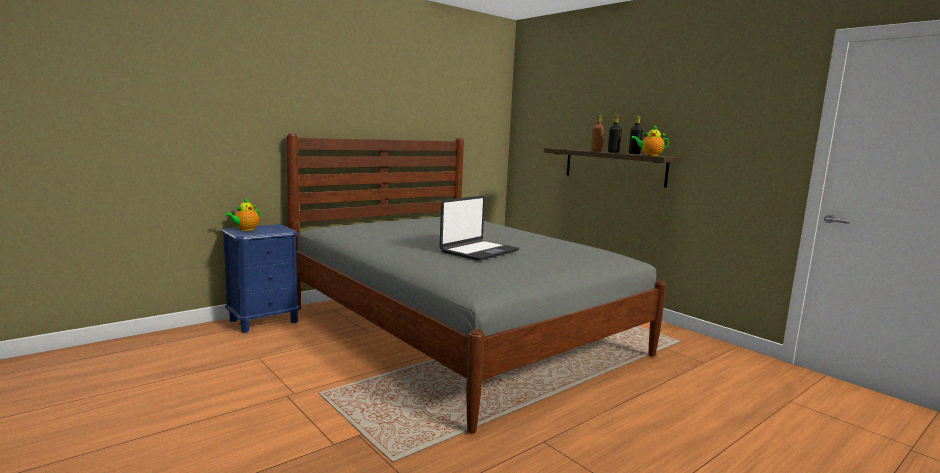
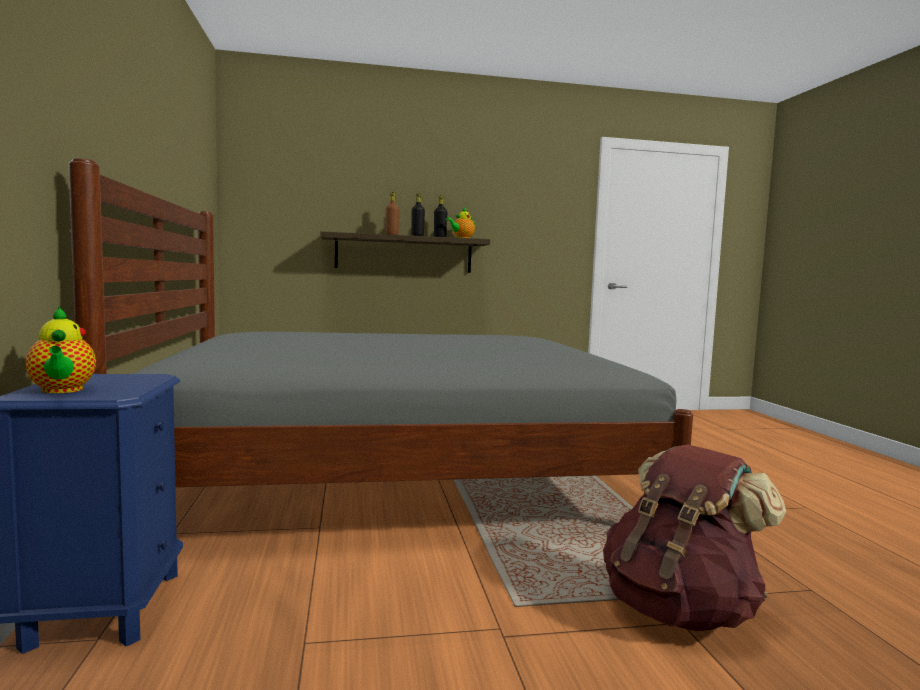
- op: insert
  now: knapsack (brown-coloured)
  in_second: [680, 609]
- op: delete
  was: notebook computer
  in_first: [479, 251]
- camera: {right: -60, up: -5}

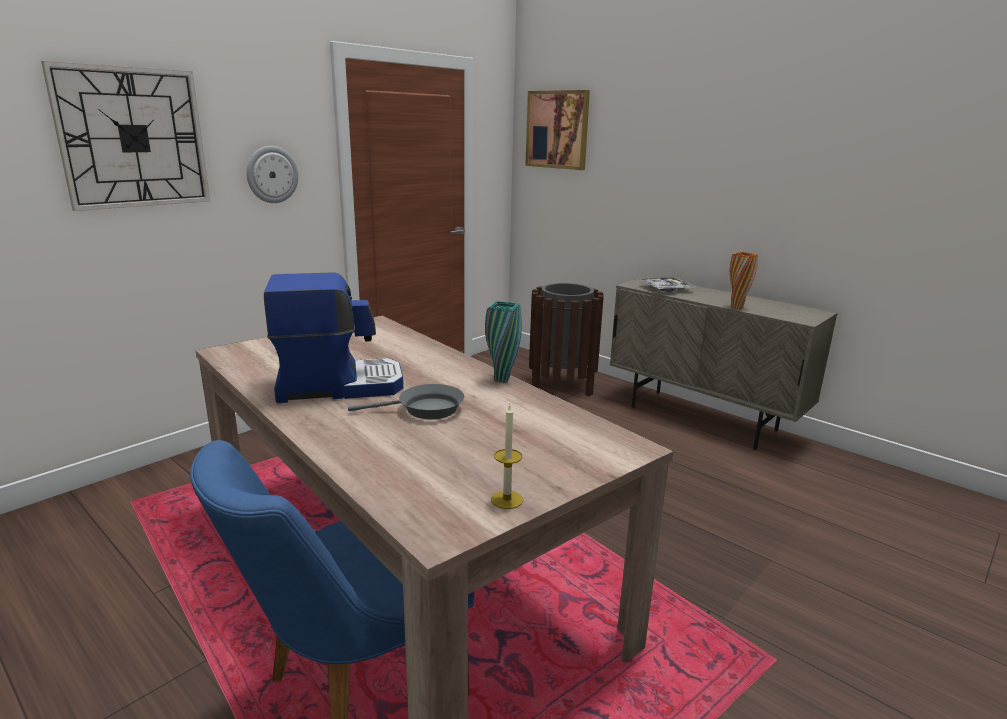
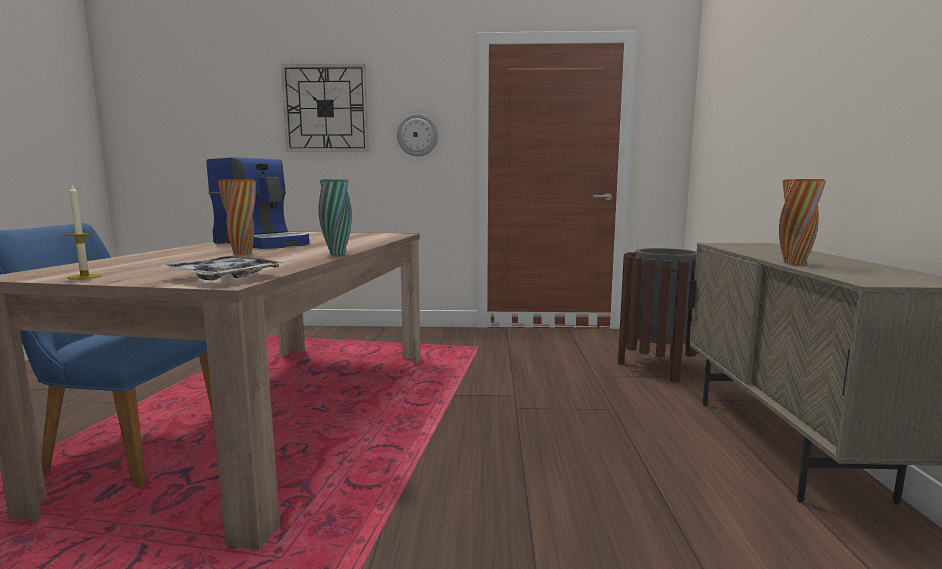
- op: move
  was: carrying tray
  in_first: [666, 289]
  in_second: [224, 277]
- op: replace
  was: skillet (greyish)
  now: vase (orangey)
  in_first: [425, 409]
  in_second: [242, 253]
- op: delete
  was: picture
  in_first: [557, 130]
- camera: {right: 50, up: -10}

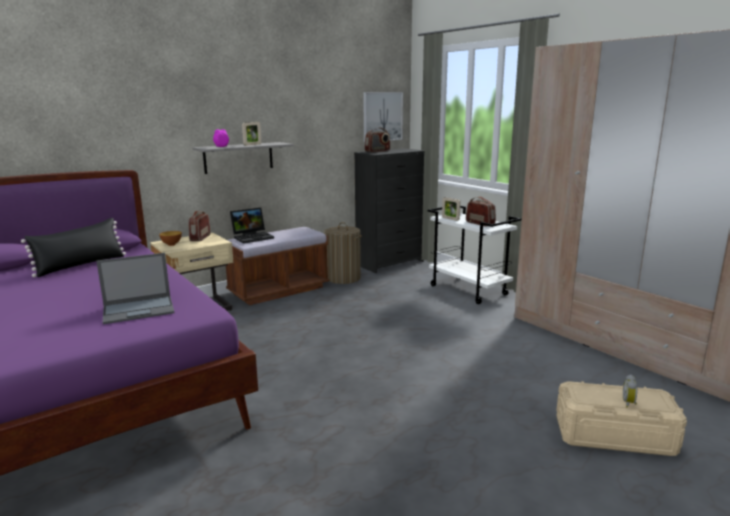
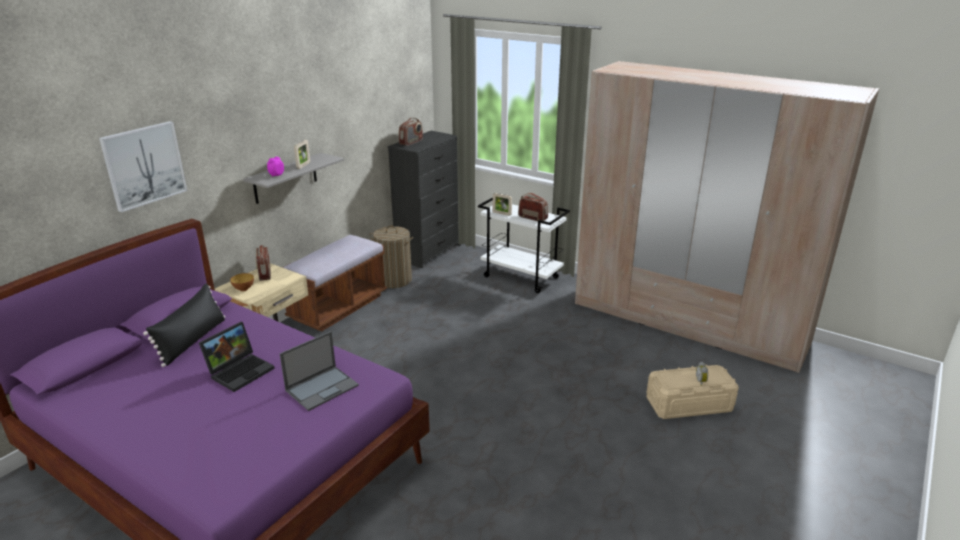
- op: move
  was: picture
  in_first: [382, 116]
  in_second: [144, 165]
- op: move
  was: notebook computer
  in_first: [253, 237]
  in_second: [240, 370]
- camera: {right: -20, up: 10}

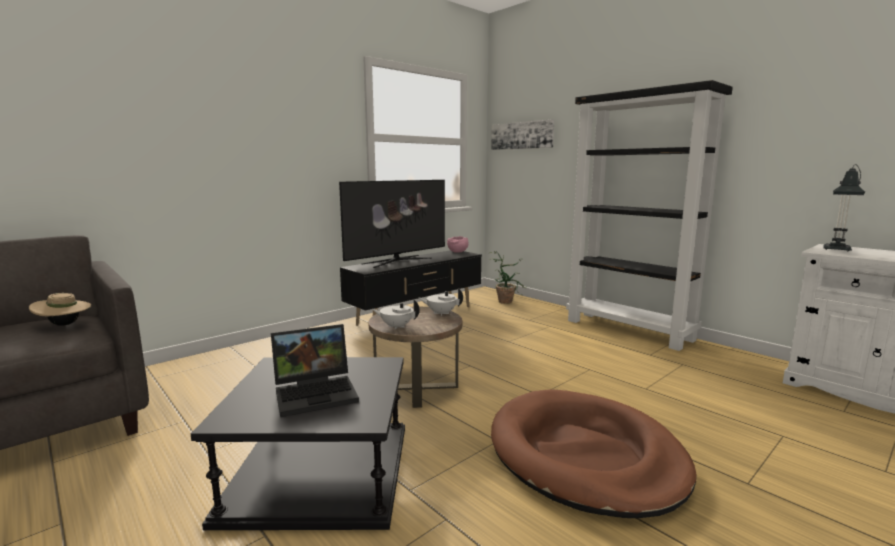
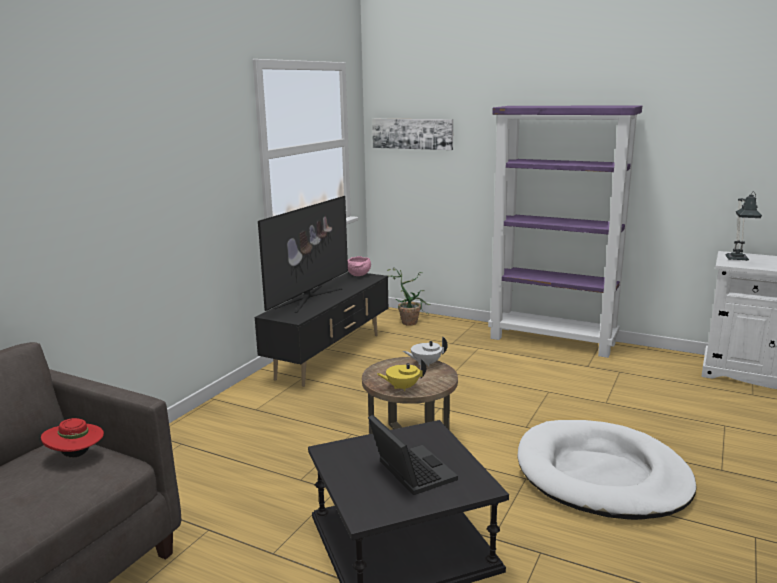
- op: recolor
  was: clothing hat (beige)
  now: clothing hat (red)
  in_first: [64, 325]
  in_second: [76, 455]
- op: rotate
  was: notebook computer
  in_first: [317, 392]
  in_second: [409, 471]
  clockwise: -75
- op: recolor
  was: teapot (white)
  now: teapot (yellow-coloured)
  in_first: [396, 326]
  in_second: [402, 387]
- op: recolor
  was: shelving unit (black-coloured)
  now: shelving unit (purple)
  in_first: [629, 330]
  in_second: [553, 341]
- op: recolor
  was: dog cushion (brown-coloured)
  now: dog cushion (white)
  in_first: [585, 455]
  in_second: [601, 475]
- camera: {right: -20, up: 5}

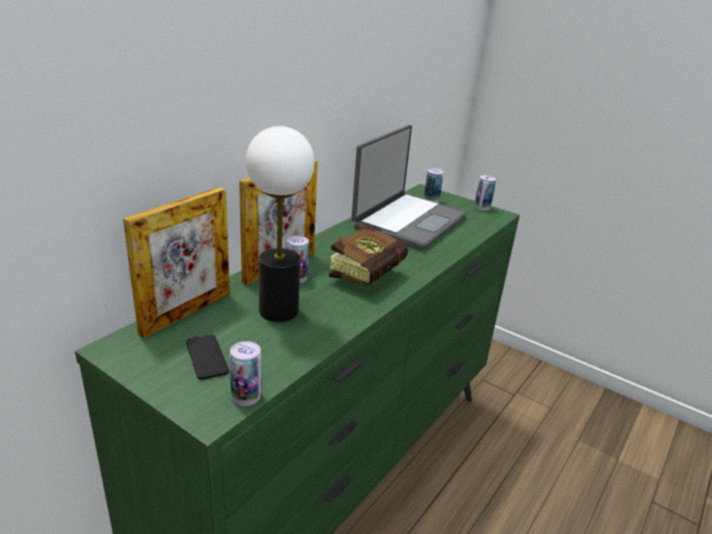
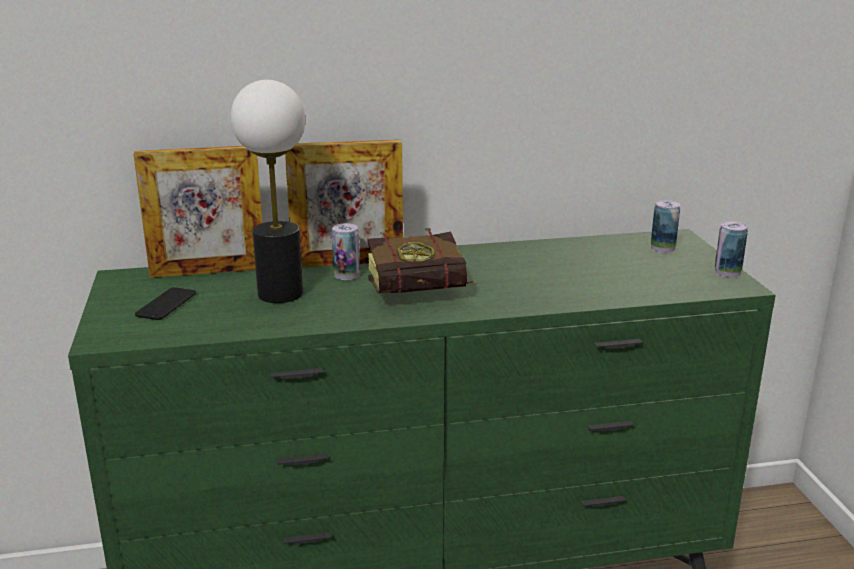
- op: delete
  was: metal can
  in_first: [246, 396]
- op: delete
  was: notebook computer
  in_first: [408, 221]
- camera: {right: 45, up: -5}

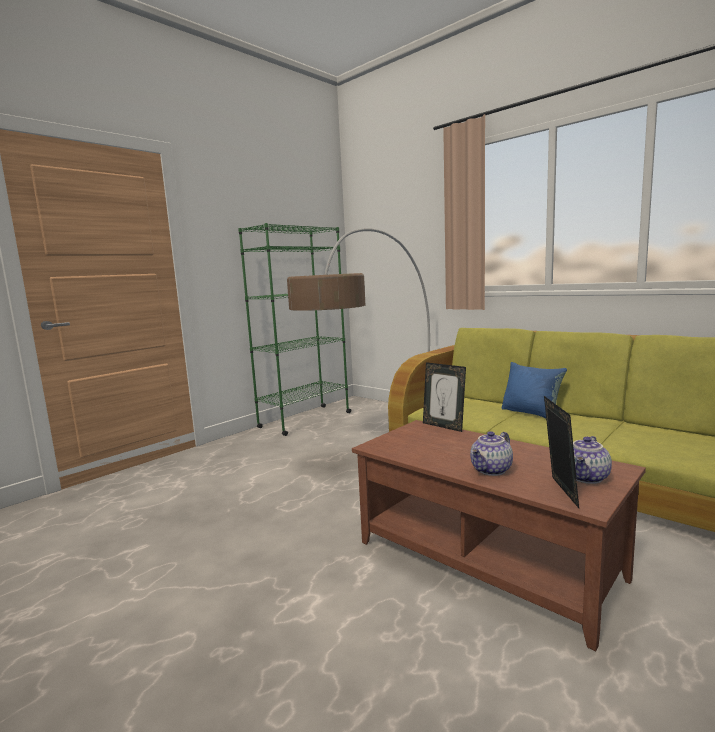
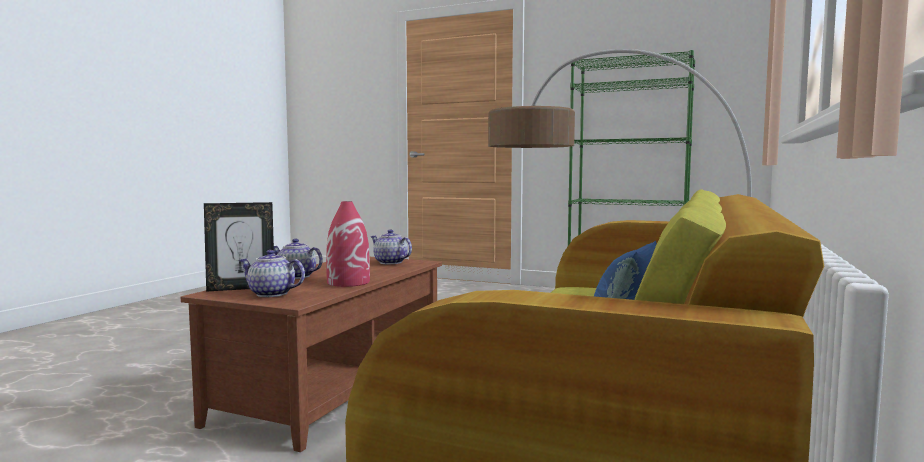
- op: insert
  now: vase (red)
  in_second: [348, 282]
- op: insert
  now: teapot
  in_second: [389, 262]
- op: delete
  was: photo frame
  in_first: [443, 426]
- camera: {right: 70, up: -5}

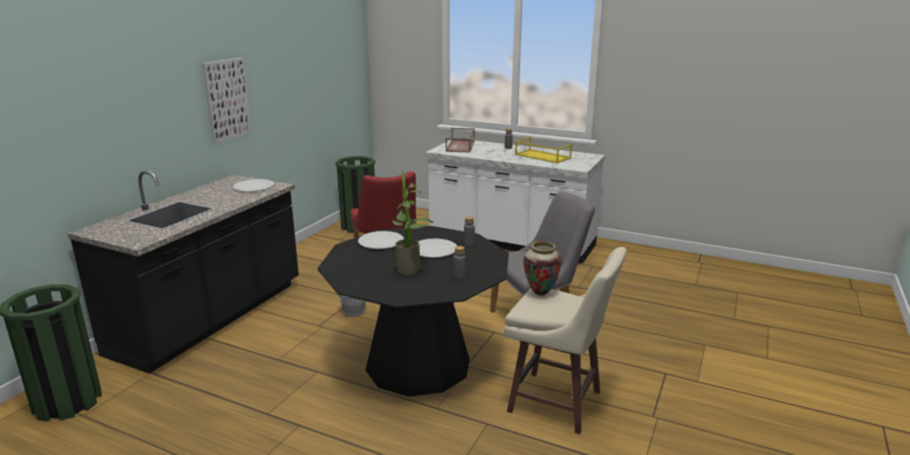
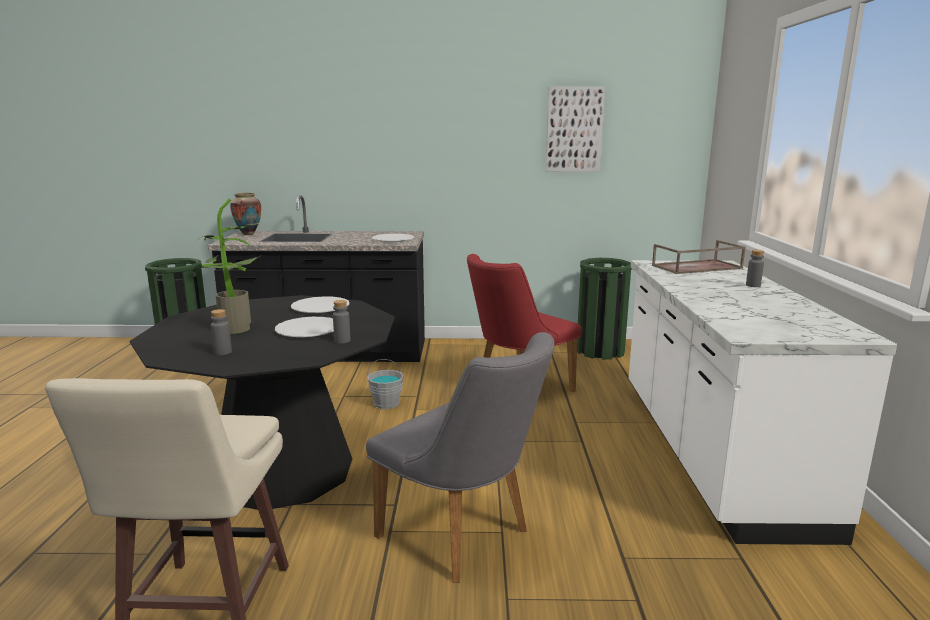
- op: move
  was: vase
  in_first: [540, 293]
  in_second: [248, 234]
- op: move
  was: picture
  in_first: [227, 99]
  in_second: [574, 129]
- op: delete
  was: carrying tray (yellow-coloured)
  in_first: [542, 156]
- camera: {right: 65, up: -5}

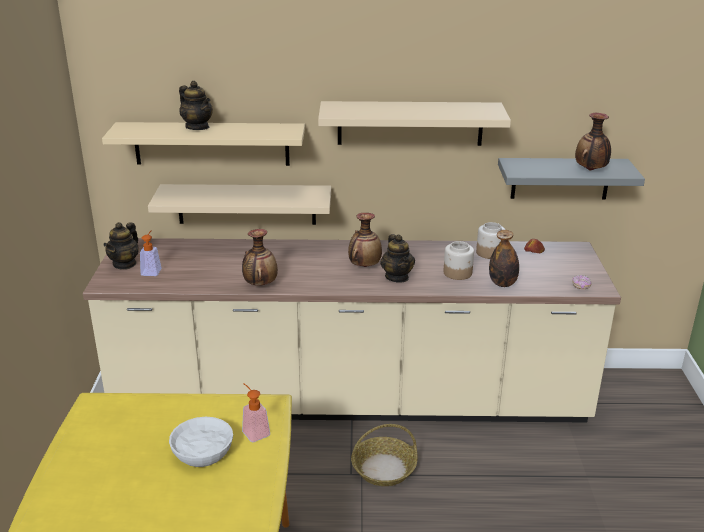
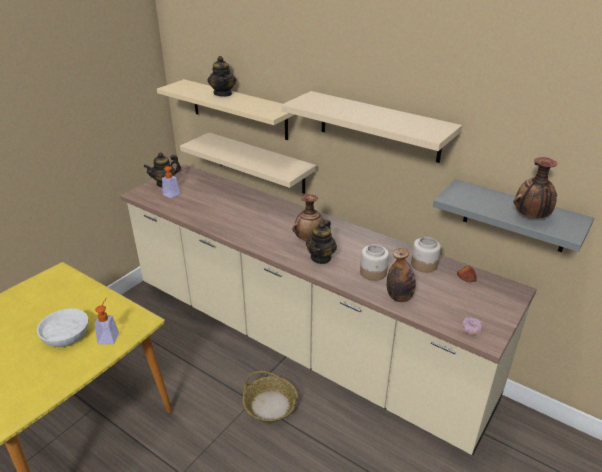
- op: delete
  was: vase
  in_first: [260, 284]
- camera: {right: 35, up: 5}

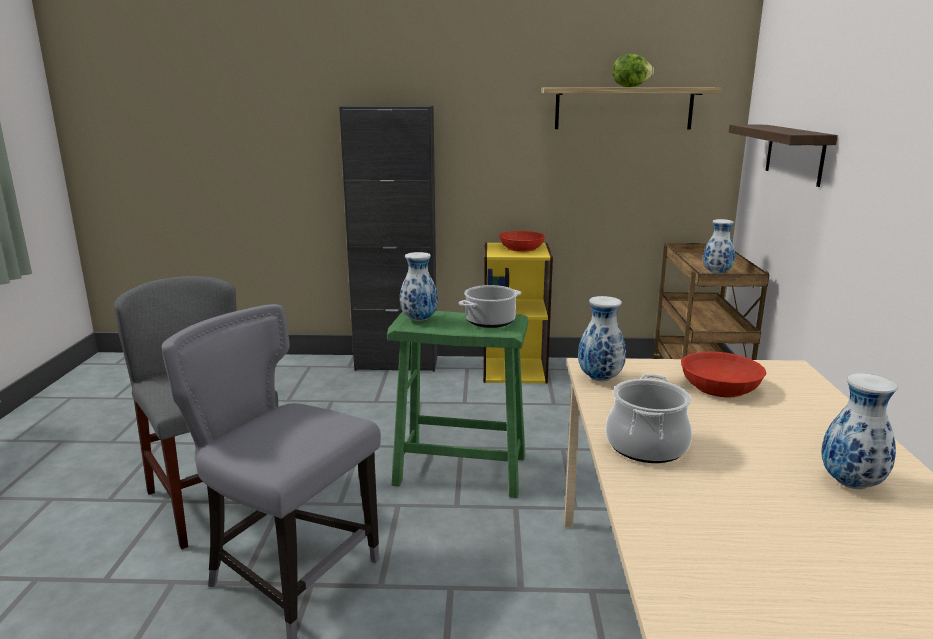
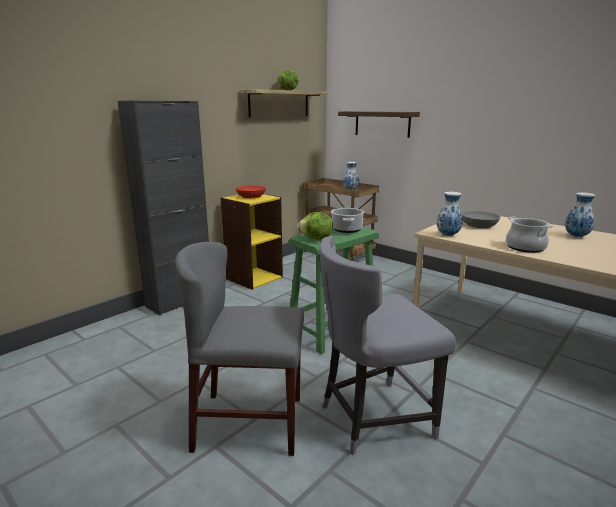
- op: replace
  was: vase
  now: lettuce head
  in_first: [419, 320]
  in_second: [316, 239]
- op: recolor
  was: deep dish (red)
  now: deep dish (greyish)
  in_first: [720, 386]
  in_second: [479, 225]
- camera: {right: -50, up: 0}

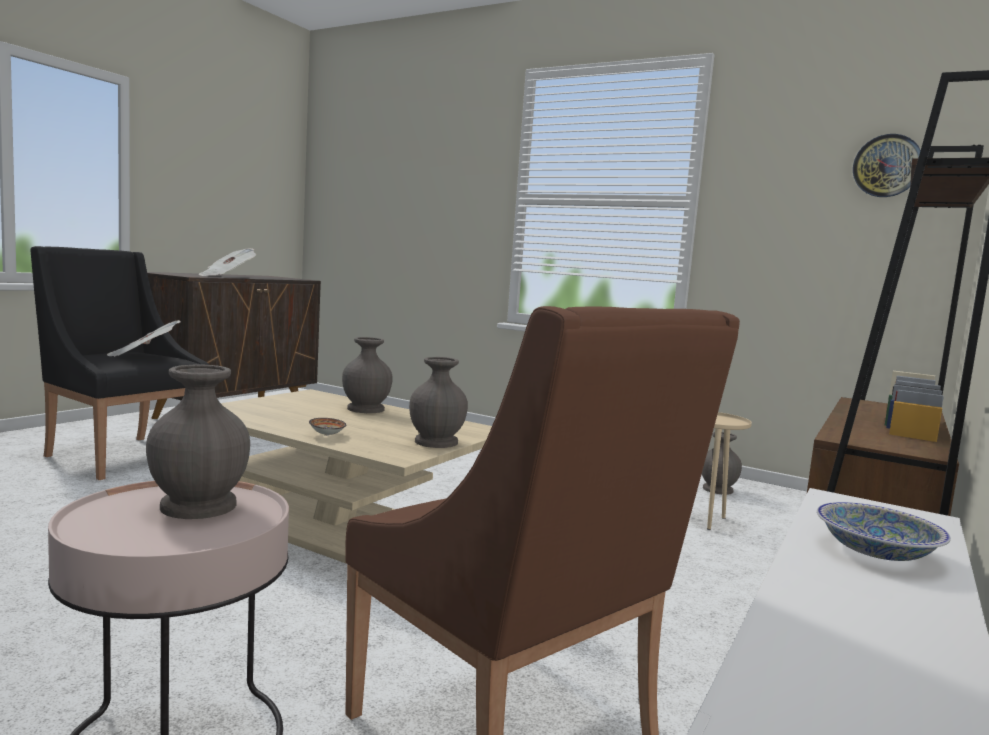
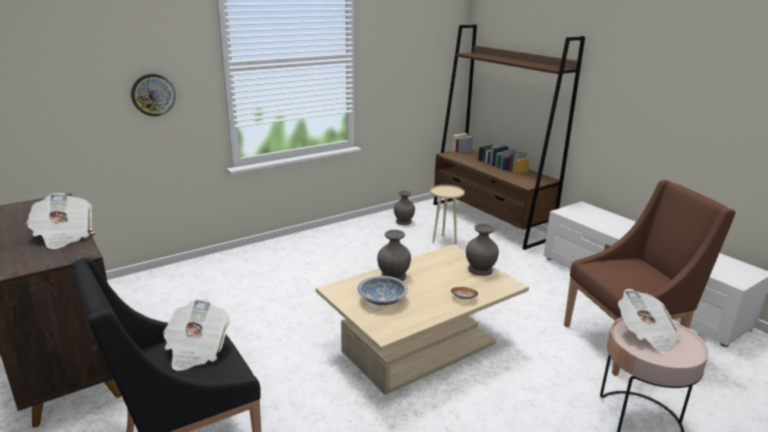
- op: move
  was: clock on the wall
  in_first: [887, 166]
  in_second: [153, 95]
- op: move
  was: deep dish
  in_first: [876, 552]
  in_second: [382, 299]
- op: replace
  was: vase (greyish)
  now: printed paper
  in_first: [198, 506]
  in_second: [645, 335]
- camera: {right: -65, up: 15}

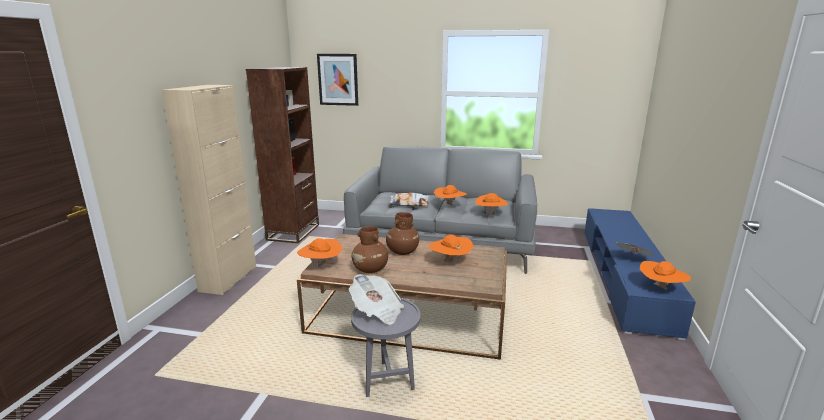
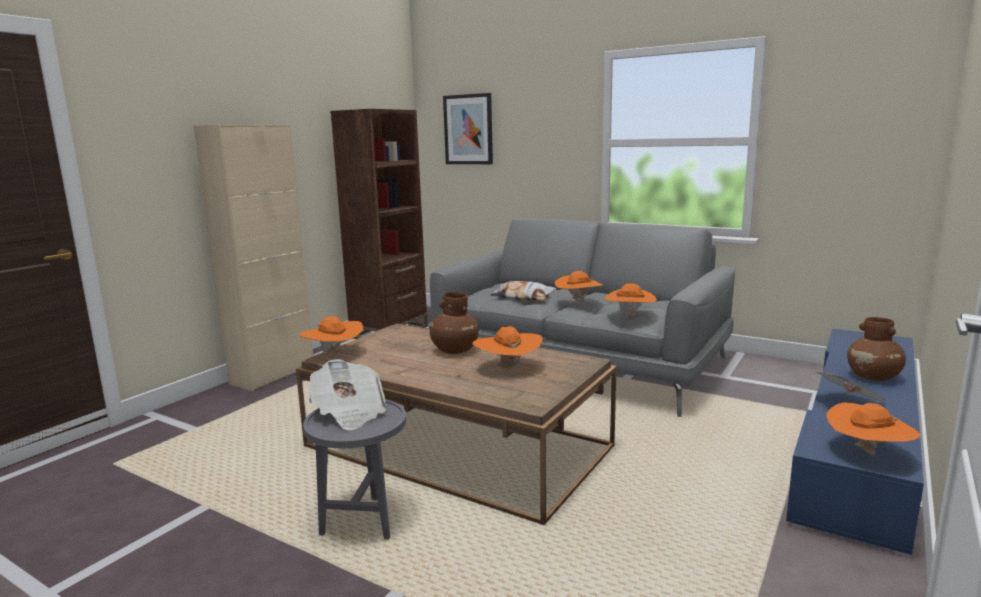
- op: move
  was: vase (brown-coloured)
  in_first: [370, 269]
  in_second: [873, 377]
- camera: {right: 20, up: -5}

